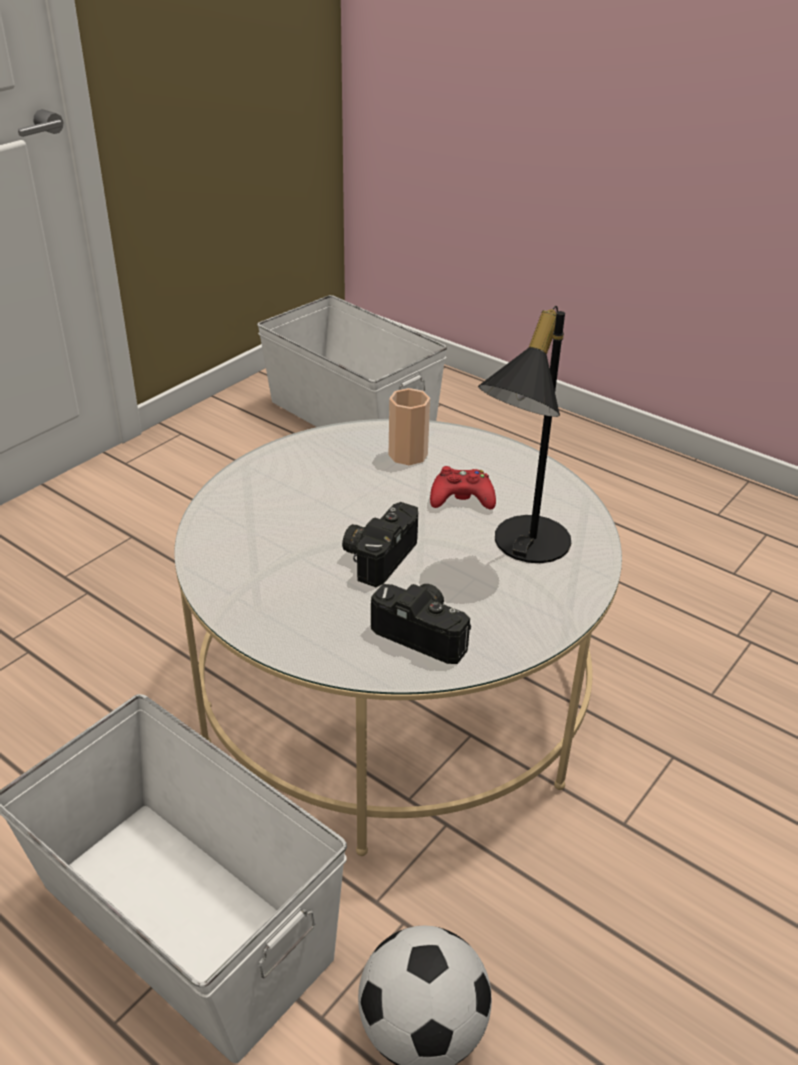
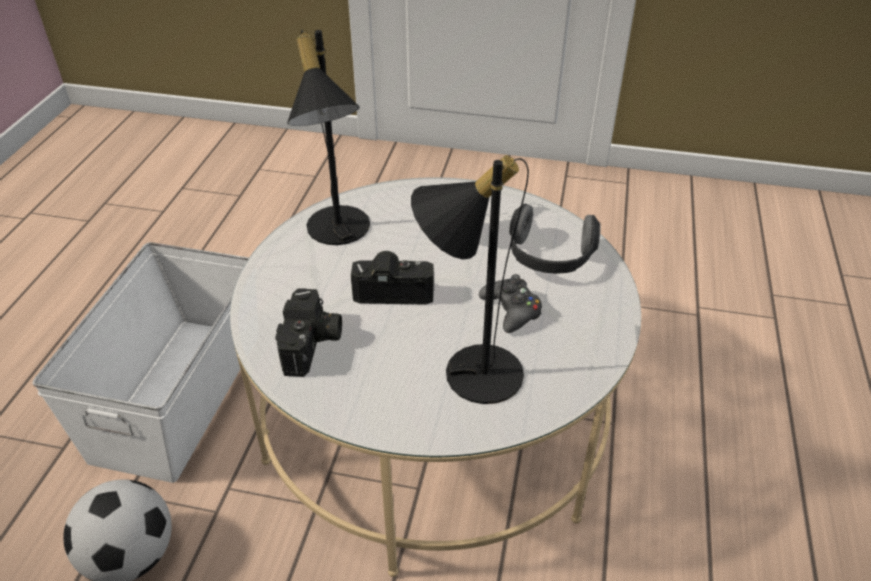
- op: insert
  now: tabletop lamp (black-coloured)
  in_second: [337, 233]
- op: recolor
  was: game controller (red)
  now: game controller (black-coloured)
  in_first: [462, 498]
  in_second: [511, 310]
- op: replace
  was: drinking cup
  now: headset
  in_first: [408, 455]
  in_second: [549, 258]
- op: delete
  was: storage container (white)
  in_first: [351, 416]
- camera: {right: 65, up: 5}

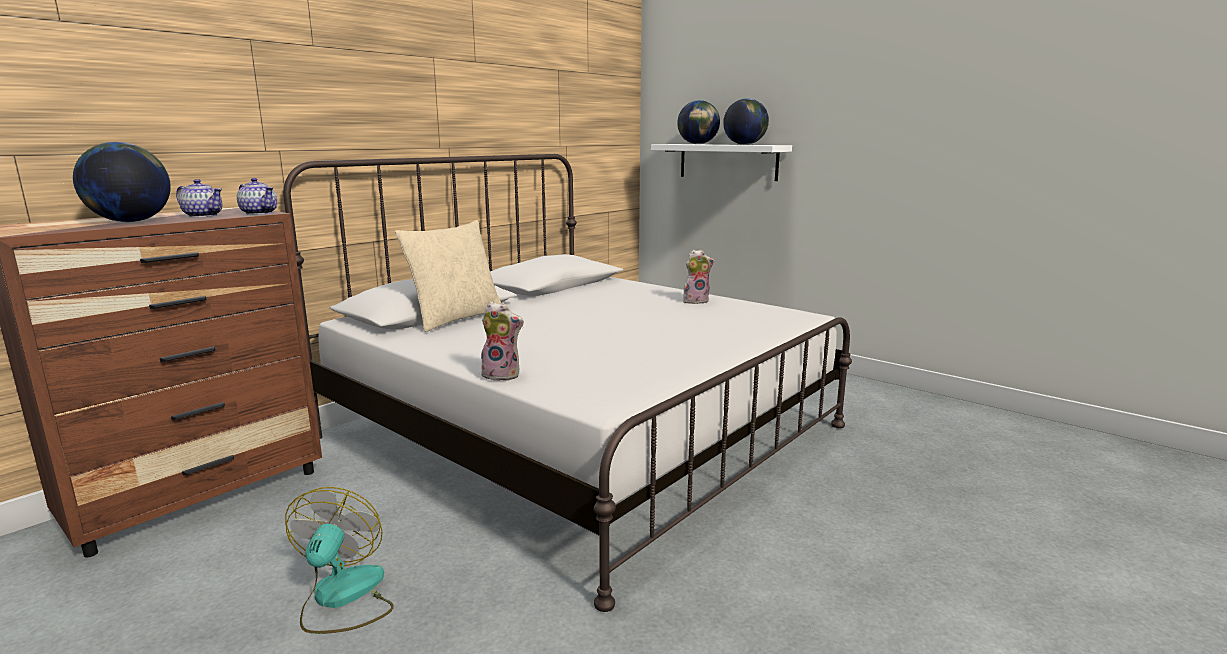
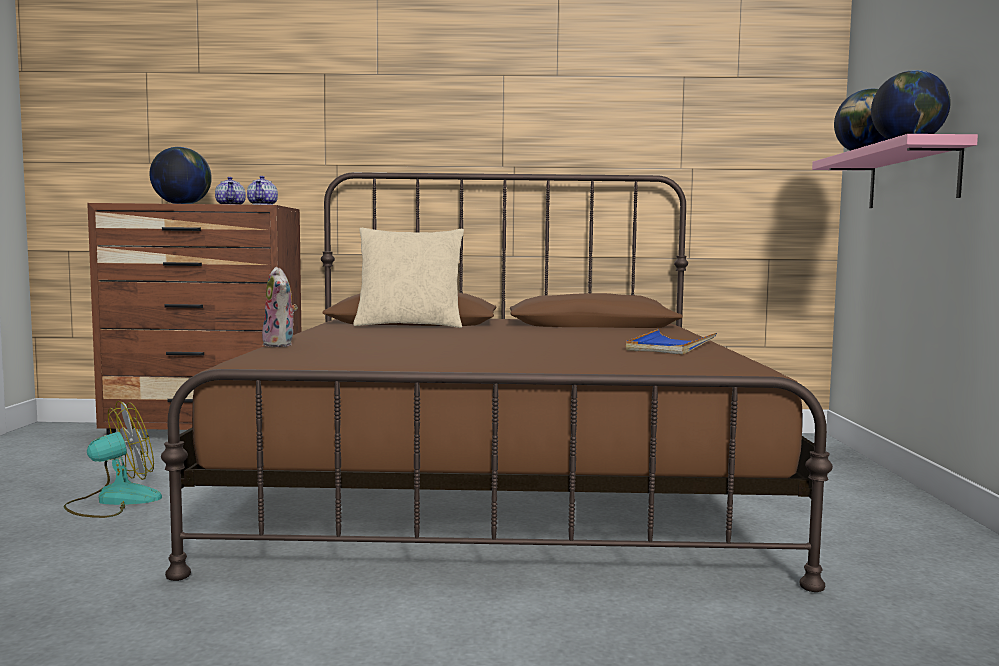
- op: recolor
  was: bedroom bed (white)
  now: bedroom bed (brown-coloured)
  in_first: [582, 432]
  in_second: [498, 485]
- op: replace
  was: plush toy
  now: carrying tray (blue-coloured)
  in_first: [696, 301]
  in_second: [670, 346]
- op: recolor
  was: bracket shelf (white)
  now: bracket shelf (pink)
  in_first: [727, 161]
  in_second: [912, 176]
- camera: {right: 50, up: -10}

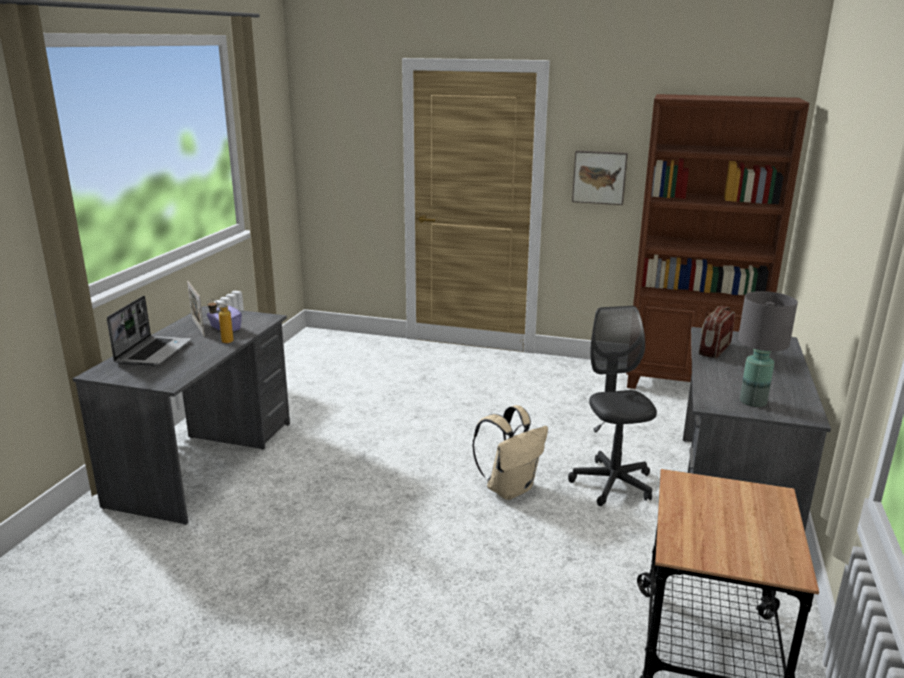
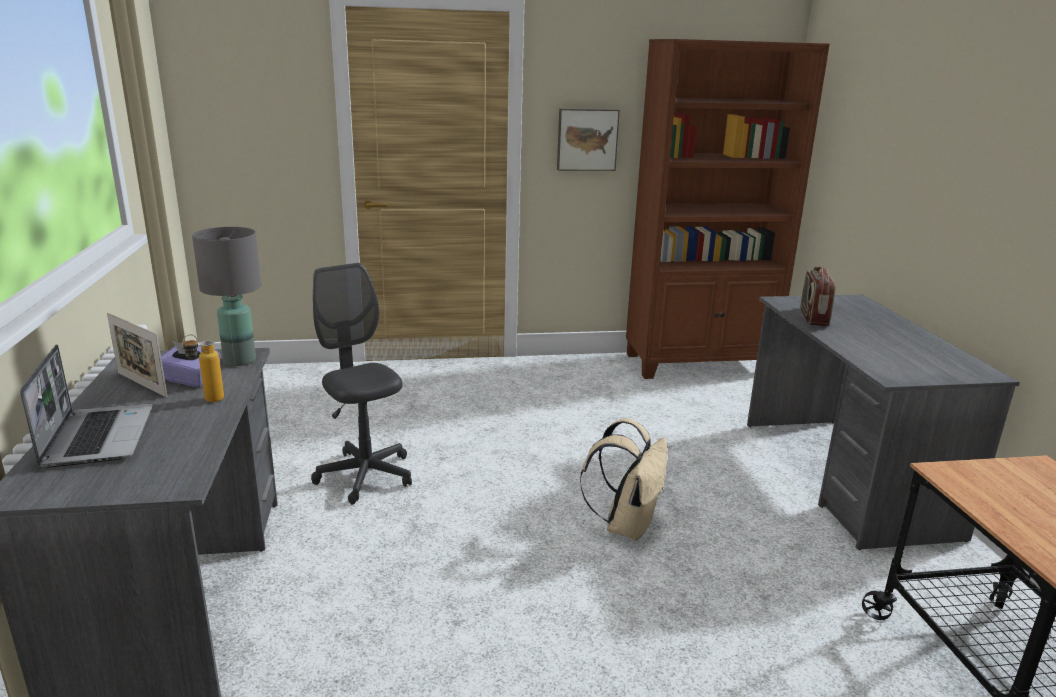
- op: move
  was: tabletop lamp (greyish)
  in_first: [753, 402]
  in_second: [240, 361]
- op: move
  was: office chair (greyish)
  in_first: [612, 484]
  in_second: [365, 476]
- camera: {right: -25, up: 0}

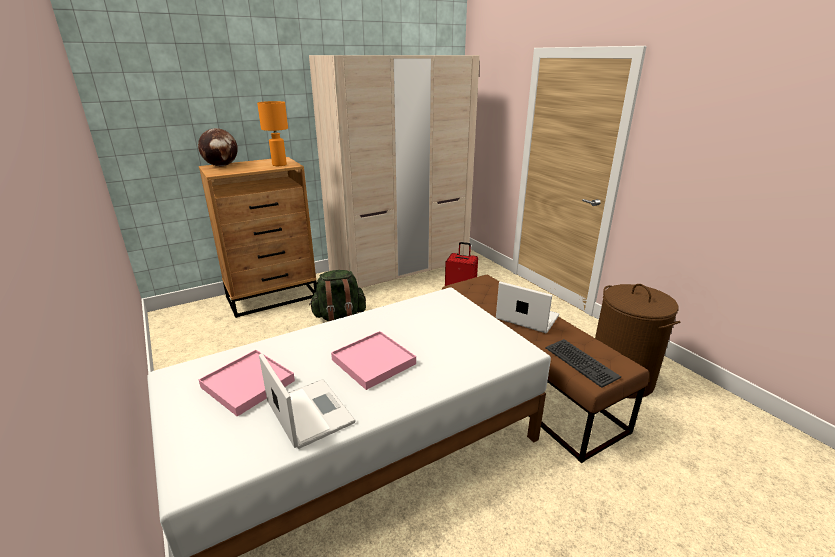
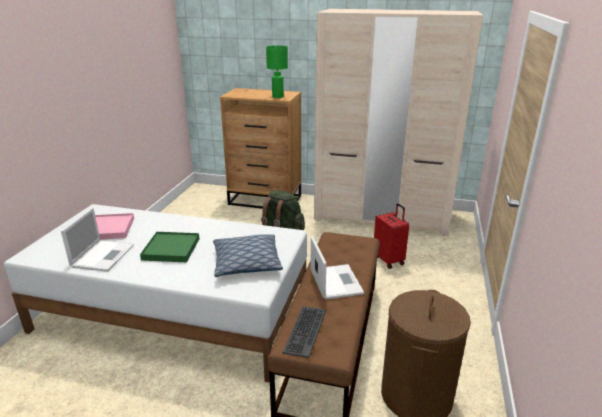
- op: recolor
  was: carrying tray (pink)
  now: carrying tray (greenish)
  in_first: [374, 362]
  in_second: [171, 249]
- op: insert
  now: pillow
  in_second: [247, 263]
- op: recolor
  was: tabletop lamp (orangey)
  now: tabletop lamp (greenish)
  in_first: [279, 165]
  in_second: [277, 97]
- op: delete
  was: desk globe
  in_first: [222, 166]
- camera: {right: 45, up: 0}

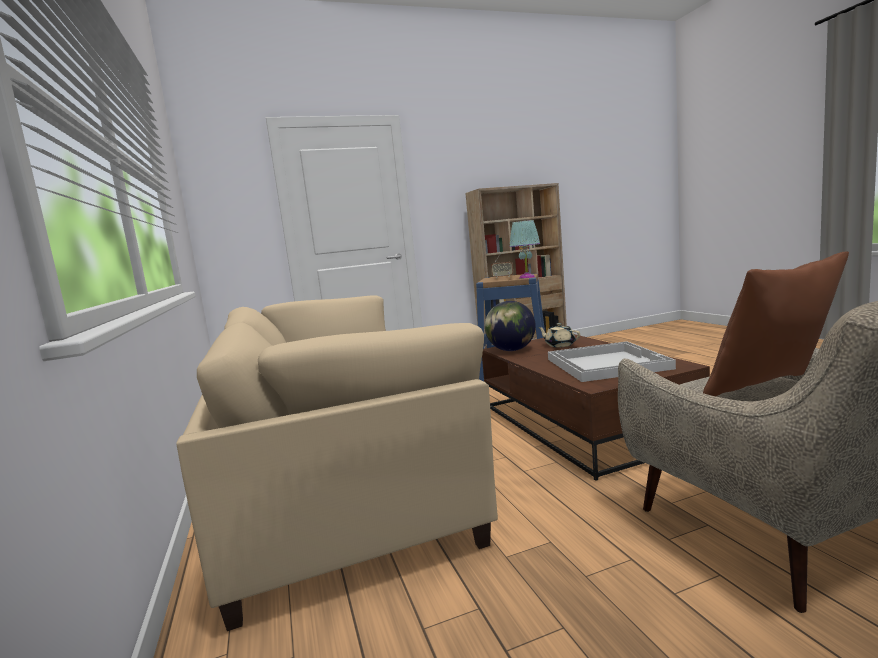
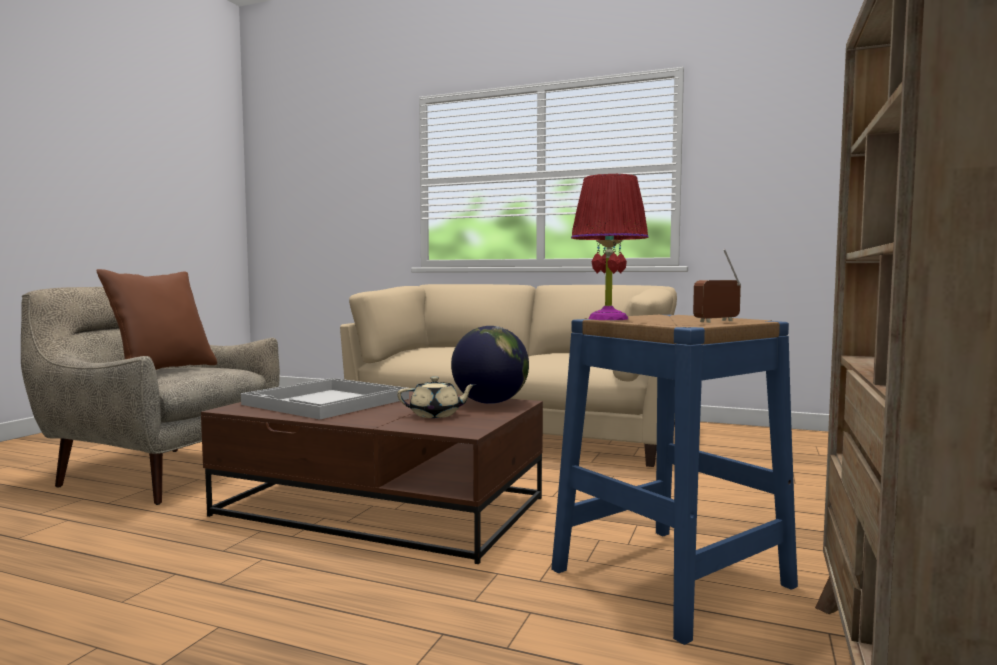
- op: recolor
  was: tabletop lamp (blue-green)
  now: tabletop lamp (red)
  in_first: [527, 277]
  in_second: [608, 319]
- camera: {right: 130, up: -5}

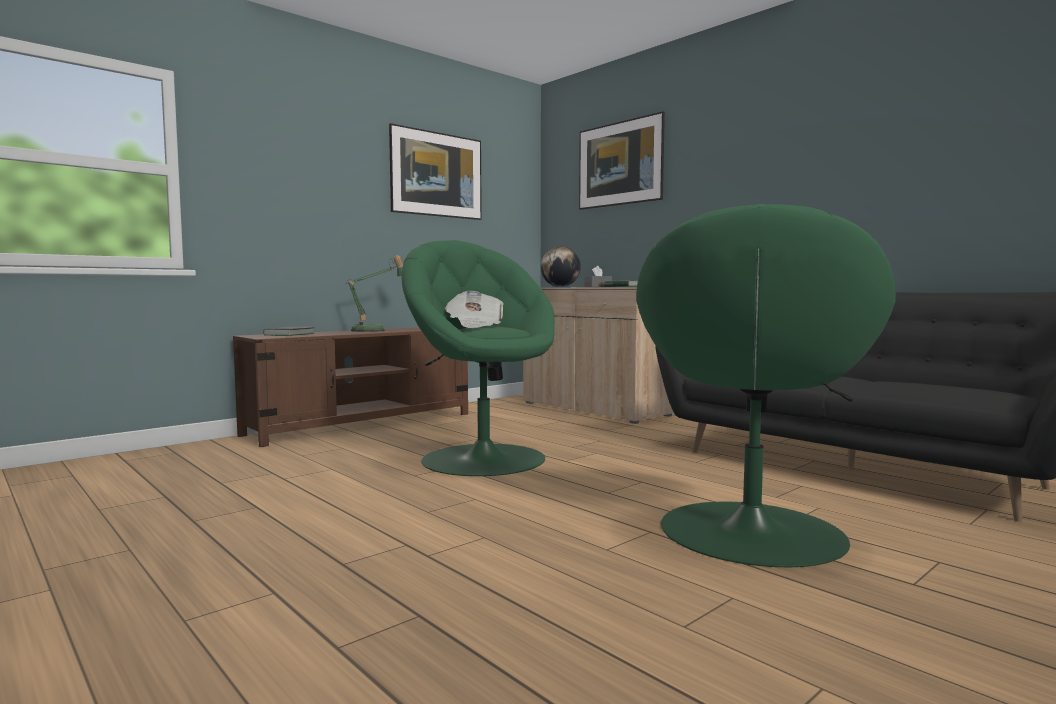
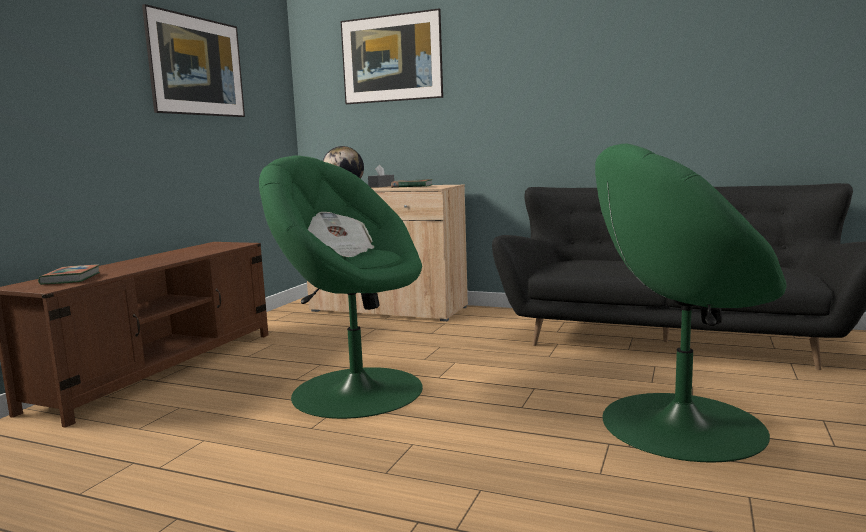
- op: rotate
  was: easy chair (greenish)
  in_first: [750, 532]
  in_second: [678, 424]
  clockwise: 90
- op: delete
  was: tabletop lamp
  in_first: [374, 330]
- camera: {right: -25, up: 5}

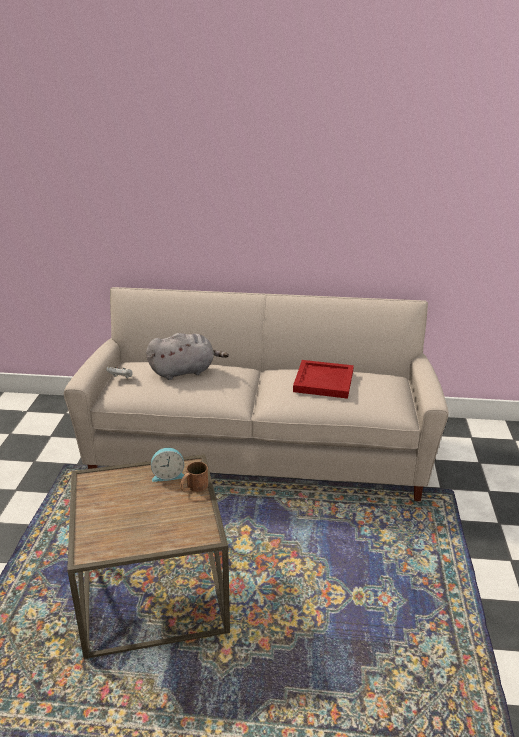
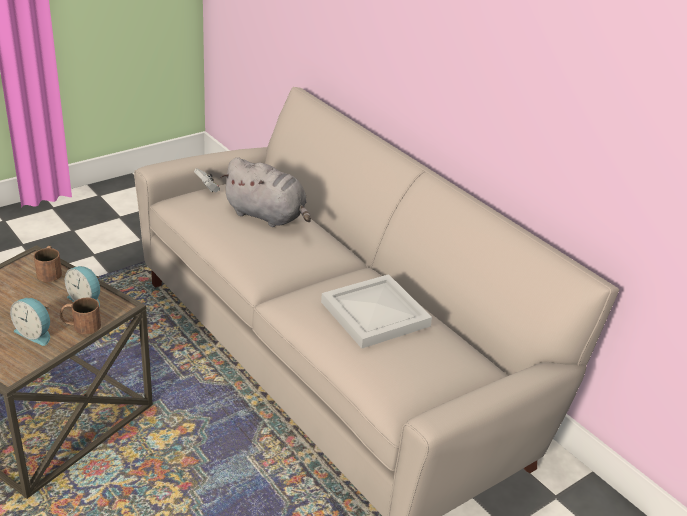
- op: insert
  now: table clock
  in_second: [35, 333]
- op: insert
  now: coffee mug (brown-coloured)
  in_second: [50, 271]
- op: recolor
  was: carrying tray (red)
  now: carrying tray (white)
  in_first: [323, 381]
  in_second: [375, 313]
- camera: {right: 45, up: 5}

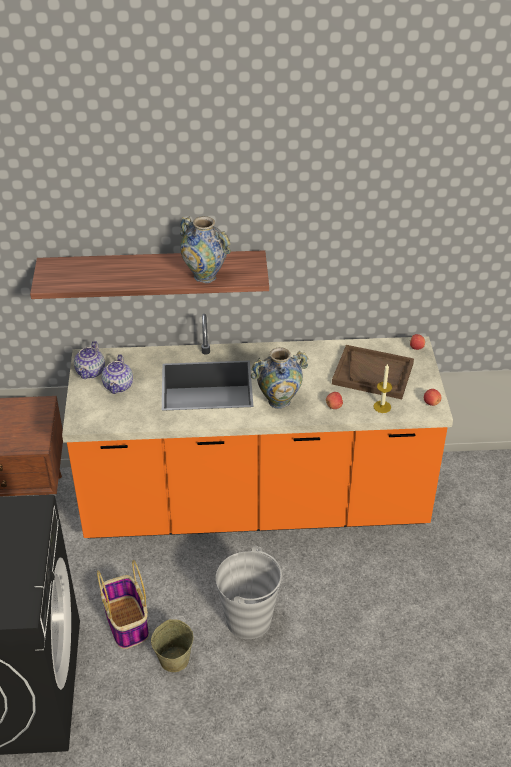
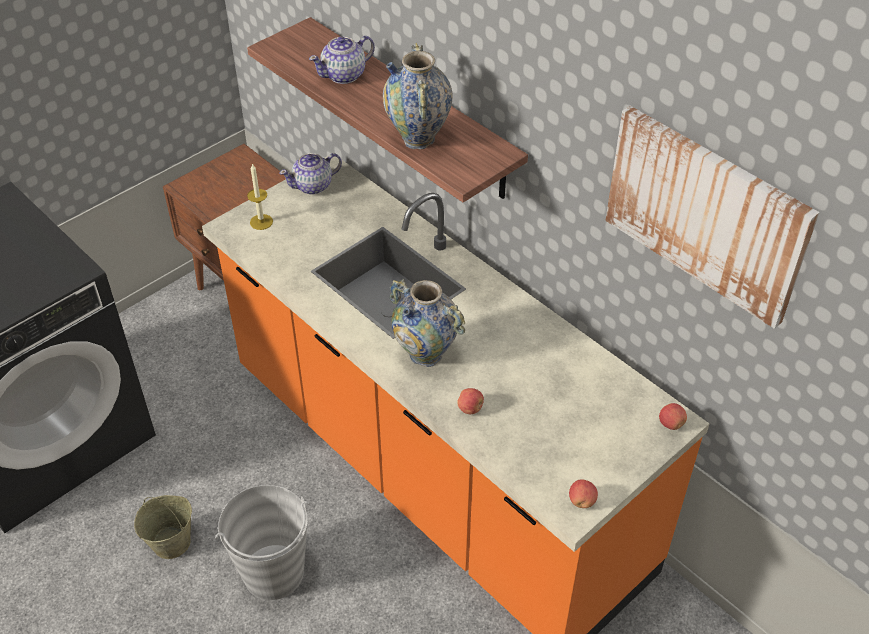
- op: move
  was: candle
  in_first: [382, 407]
  in_second: [261, 222]
- op: move
  was: teapot
  in_first: [118, 385]
  in_second: [344, 75]
- op: insert
  now: picture
  in_second: [706, 213]
- op: delete
  was: household basket
  in_first: [127, 623]
- op: delete
  was: carrying tray (brown-coloured)
  in_first: [373, 373]
- camera: {right: 50, up: 5}

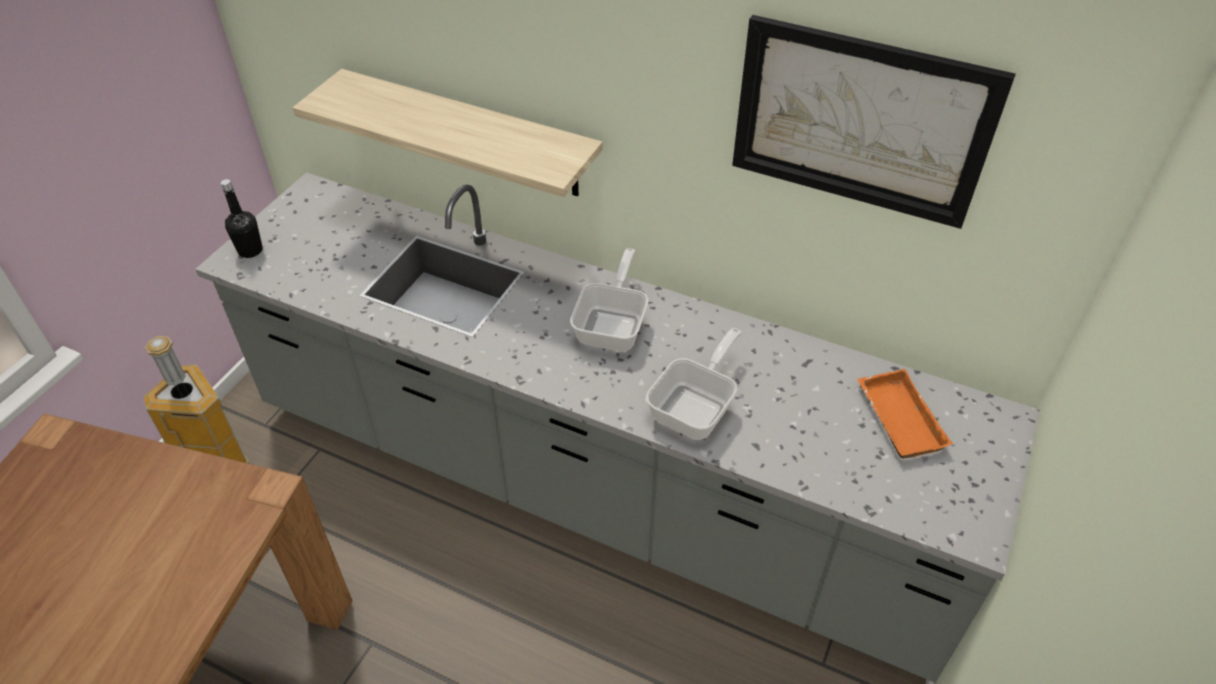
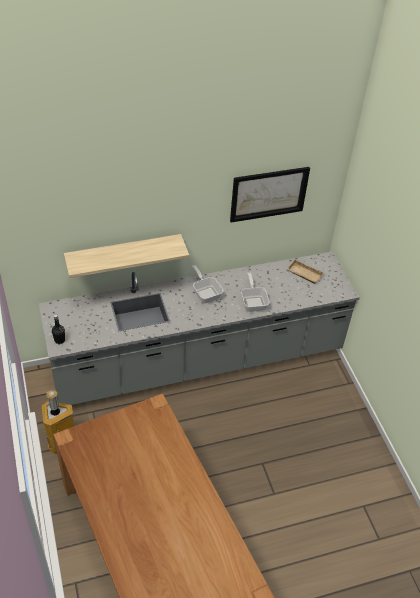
- op: recolor
  was: carrying tray (orangey)
  now: carrying tray (beige)
  in_first: [896, 418]
  in_second: [303, 274]
- camera: {right: -45, up: 0}

